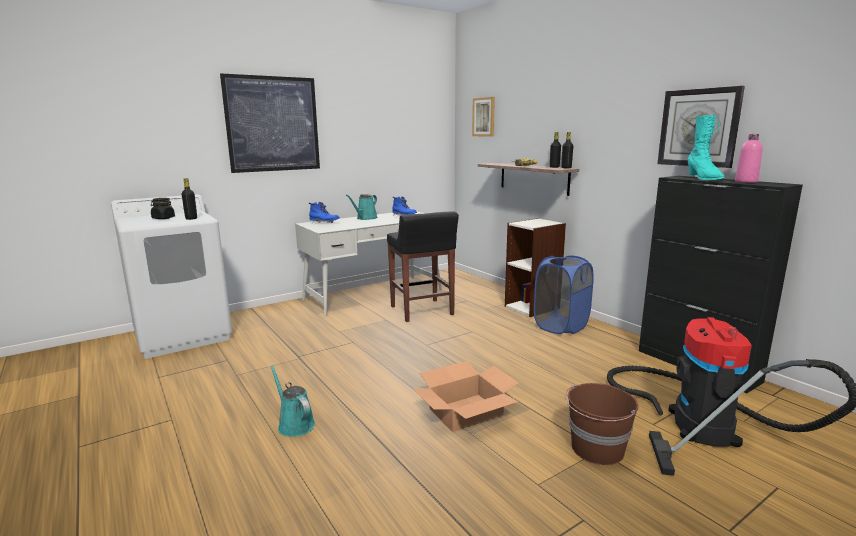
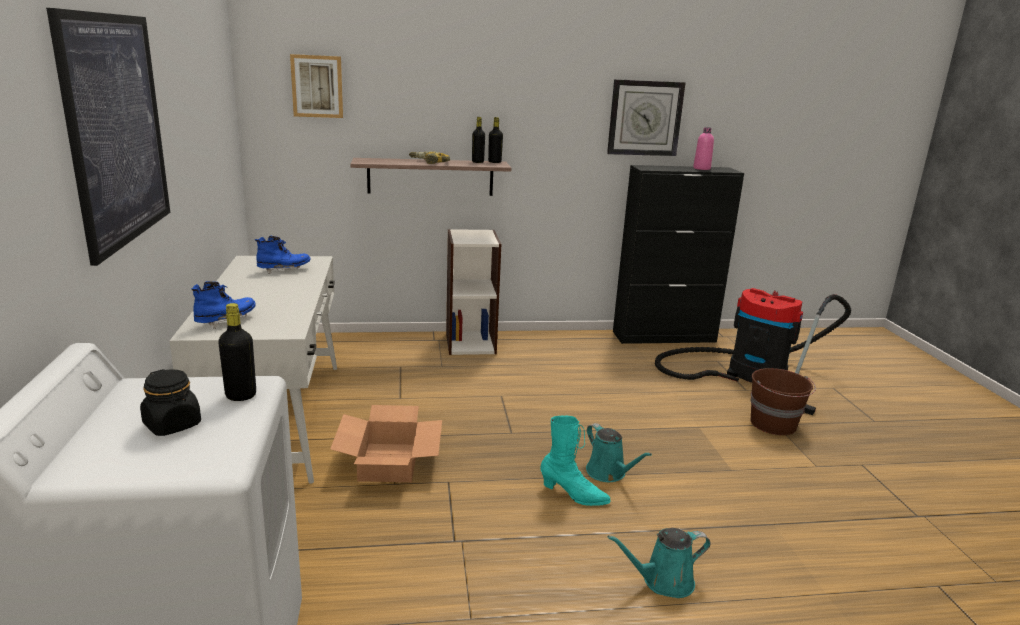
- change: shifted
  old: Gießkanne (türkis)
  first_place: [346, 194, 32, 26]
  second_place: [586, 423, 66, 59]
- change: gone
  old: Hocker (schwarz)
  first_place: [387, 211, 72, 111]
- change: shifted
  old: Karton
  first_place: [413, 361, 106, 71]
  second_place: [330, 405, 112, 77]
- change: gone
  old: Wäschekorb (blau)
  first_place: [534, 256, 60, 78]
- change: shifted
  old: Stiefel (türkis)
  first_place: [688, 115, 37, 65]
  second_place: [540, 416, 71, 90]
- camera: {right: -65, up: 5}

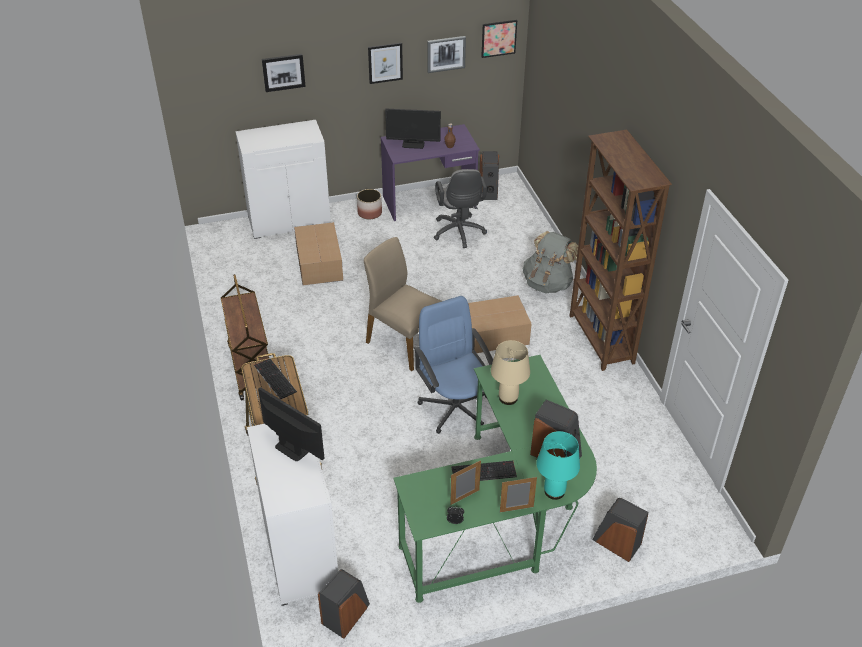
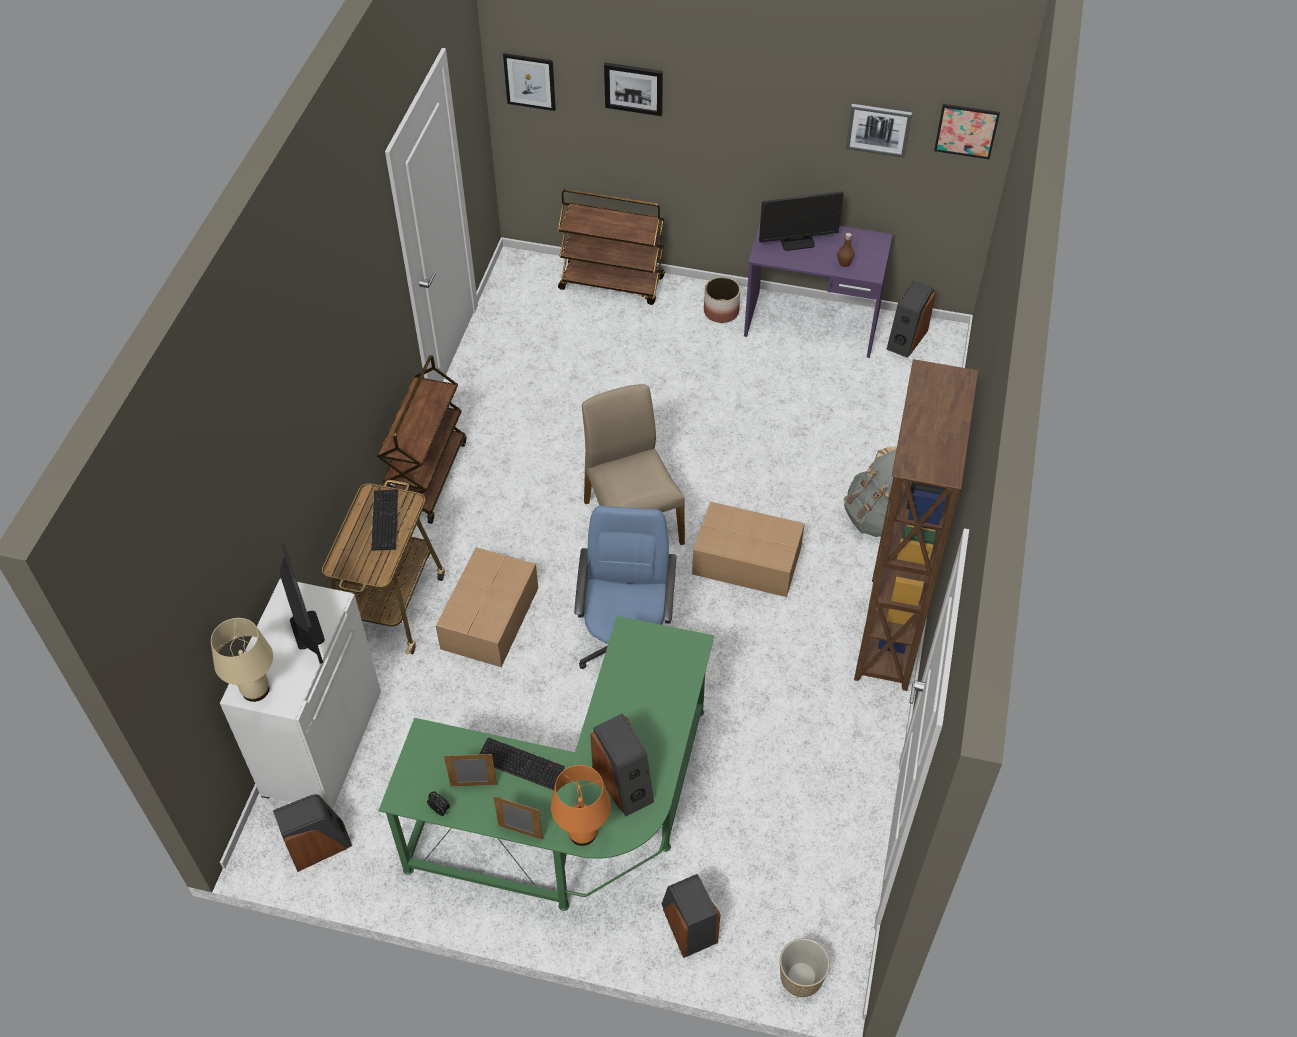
- change: swapped
  old: Schrank (weiß)
  new: Rollwagen (braun)
  first_place: [235, 120, 96, 119]
  second_place: [558, 189, 107, 116]
- change: shifted
  old: Karton
  first_place: [294, 222, 49, 63]
  second_place: [436, 547, 102, 120]
- change: shifted
  old: Bild
  first_place: [368, 43, 35, 41]
  second_place: [503, 53, 53, 58]
- change: rotated
  old: Monitor
  first_place: [385, 109, 56, 40]
  second_place: [759, 191, 85, 60]
  degrees: -45
- change: gone
  old: Bürostuhl (grau)
  first_place: [434, 169, 53, 79]
- change: shifted
  old: Tischlampe (beige)
  first_place: [491, 340, 39, 65]
  second_place: [211, 618, 62, 84]
- change: repainted
  old: Tischlampe (türkis)
  new: Tischlampe (orange)
  first_place: [536, 431, 44, 69]
  second_place: [551, 765, 60, 81]
- change: new
  new: Pflanzkübel
  second_place: [780, 938, 50, 59]
- camera: {right: 30, up: 10}

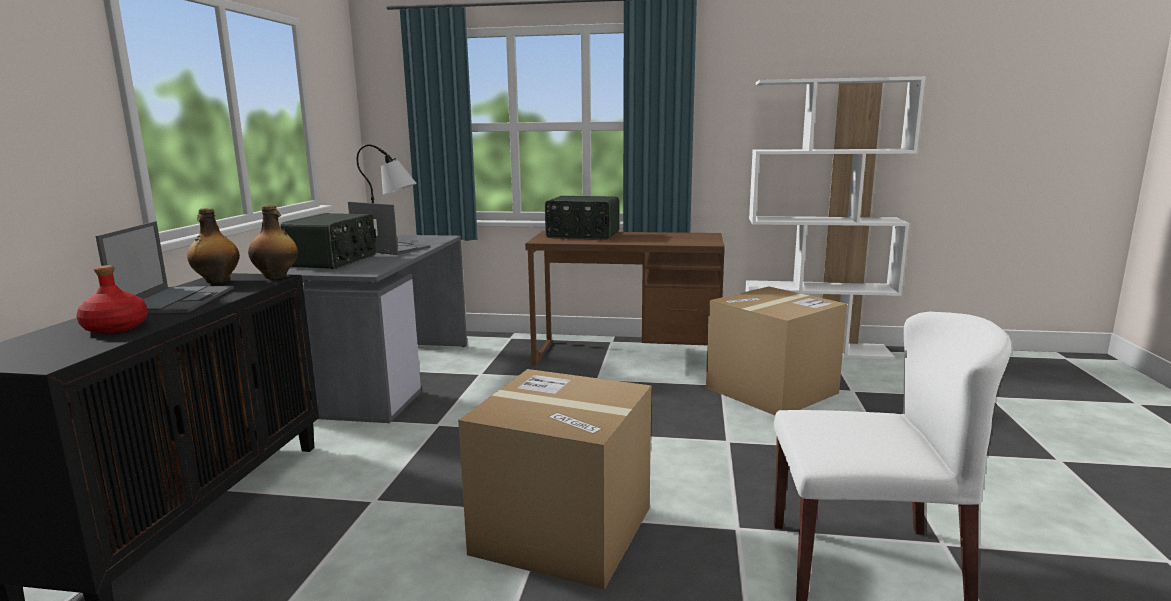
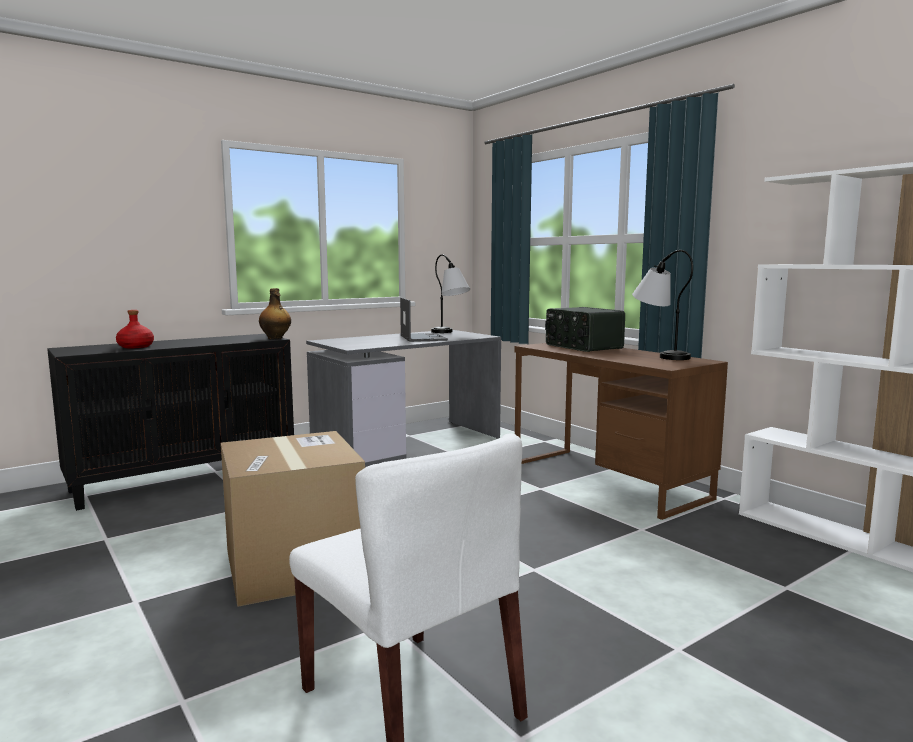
- change: gone
  old: Laptop
  first_place: [96, 221, 138, 93]
- change: gone
  old: Flasche
  first_place: [187, 208, 53, 75]
- change: gone
  old: Radio
  first_place: [280, 213, 96, 56]
- change: gone
  old: Karton
  first_place: [706, 286, 141, 129]
- change: new
  new: Tischlampe
  second_place: [632, 250, 61, 110]
- camera: {right: 45, up: -5}

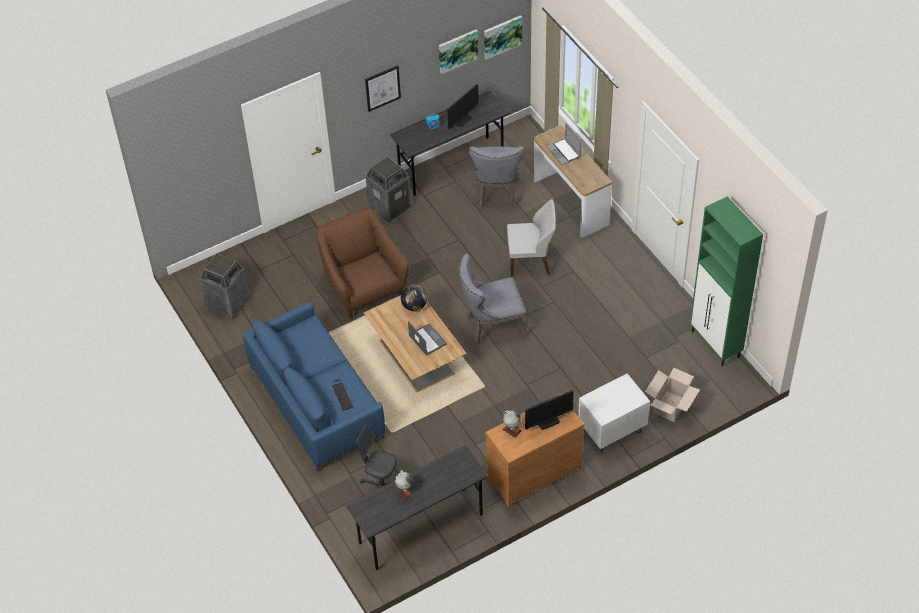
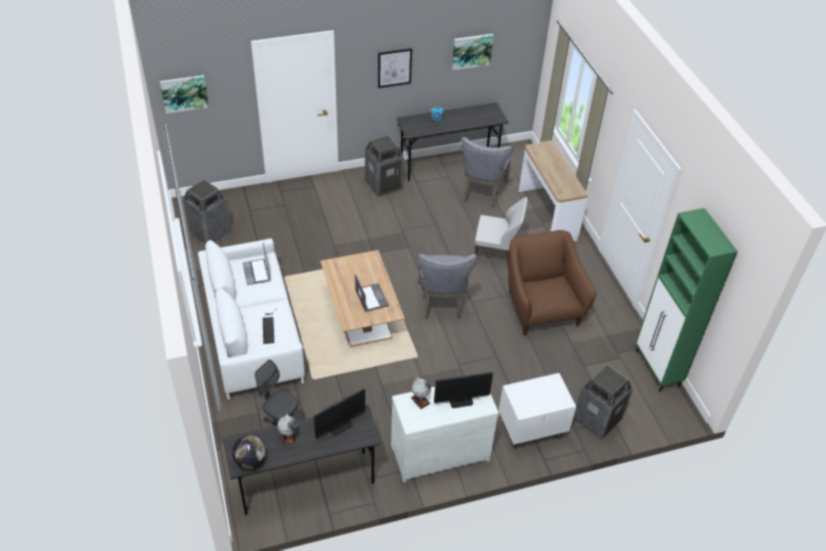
- change: repainted
  old: Sofa (blau)
  new: Sofa (weiß)
  first_place: [243, 302, 142, 169]
  second_place: [198, 239, 107, 160]
- change: shifted
  old: Sessel (braun)
  first_place: [316, 208, 93, 111]
  second_place: [508, 230, 88, 105]
- change: shifted
  old: Globus
  first_place: [401, 285, 26, 26]
  second_place: [232, 435, 34, 34]
- change: shifted
  old: Monitor
  first_place: [447, 84, 32, 45]
  second_place: [314, 388, 51, 50]
- change: rotated
  old: Stuhl (grau)
  first_place: [459, 253, 68, 91]
  second_place: [417, 254, 61, 65]
  degrees: -90
- change: shifted
  old: Bild
  first_place: [484, 15, 38, 45]
  second_place: [160, 75, 49, 39]
- change: repainted
  old: Kommode (braun)
  new: Kommode (weiß)
  first_place: [485, 394, 99, 113]
  second_place: [391, 387, 108, 95]
- change: shifted
  old: Laptop
  first_place: [547, 123, 35, 42]
  second_place: [242, 242, 29, 43]
- change: swapped
  old: Karton
  new: Mülleimer
  first_place: [645, 367, 55, 55]
  second_place: [573, 364, 60, 75]
- camera: {right: 10, up: -5}

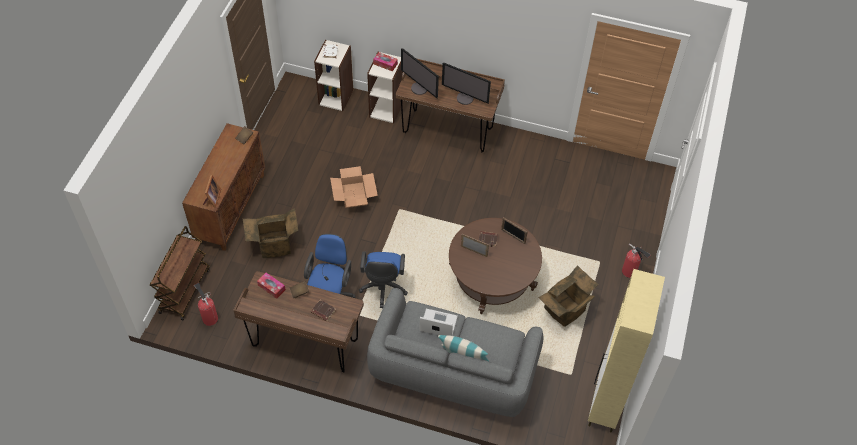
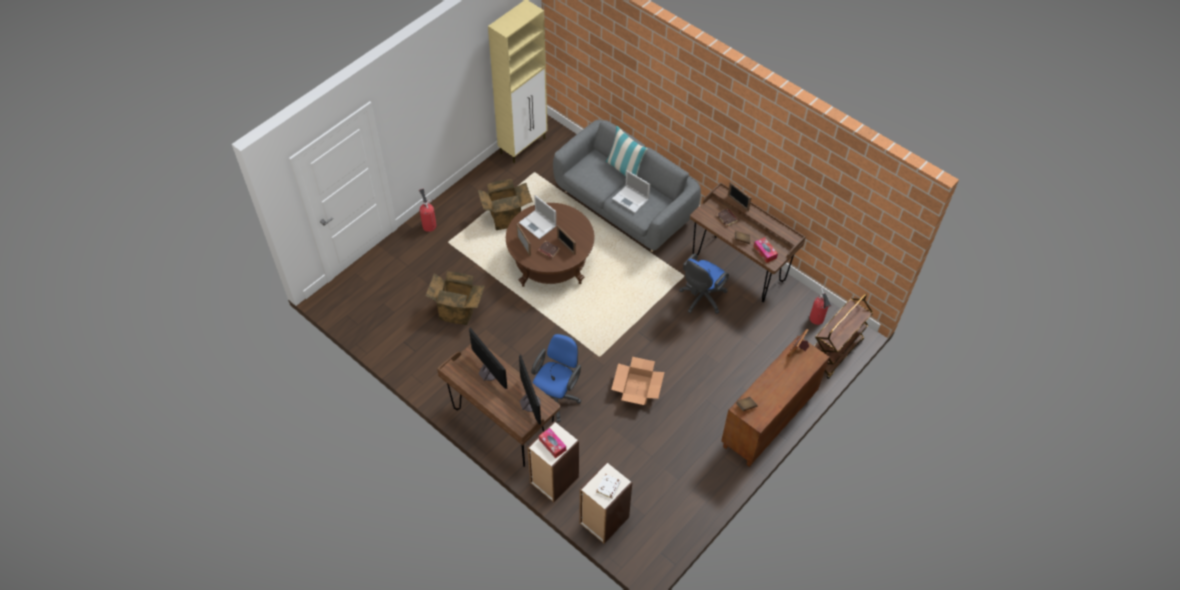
- change: shifted
  old: Karton
  first_place: [243, 208, 55, 50]
  second_place: [425, 271, 60, 54]
- change: shifted
  old: Bürostuhl (blau)
  first_place: [359, 251, 49, 57]
  second_place: [531, 334, 50, 88]
- change: new
  new: Laptop
  second_place: [519, 195, 37, 44]
- change: new
  new: Bilderrahmen
  second_place: [728, 182, 23, 29]
- camera: {right: -155, up: 0}

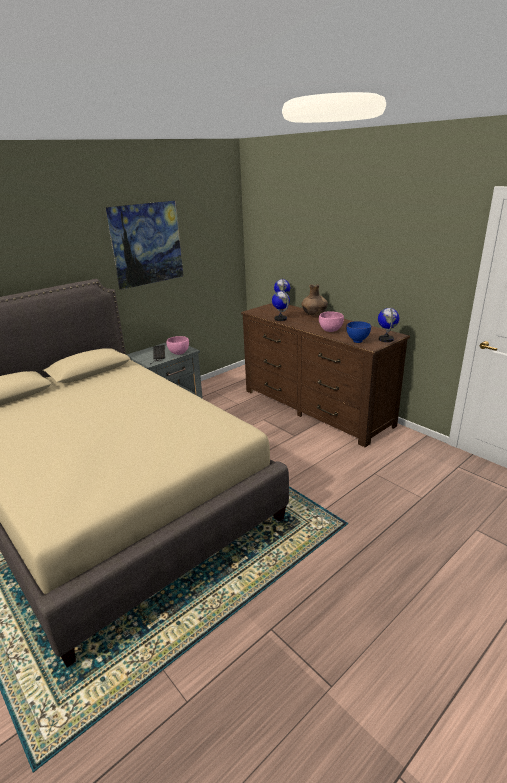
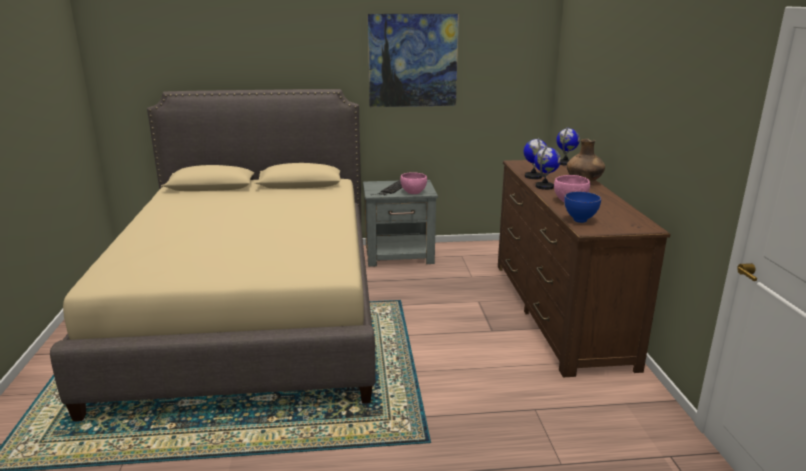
- change: shifted
  old: Globus
  first_place: [378, 307, 21, 35]
  second_place: [534, 146, 27, 44]
- camera: {right: 35, up: -5}

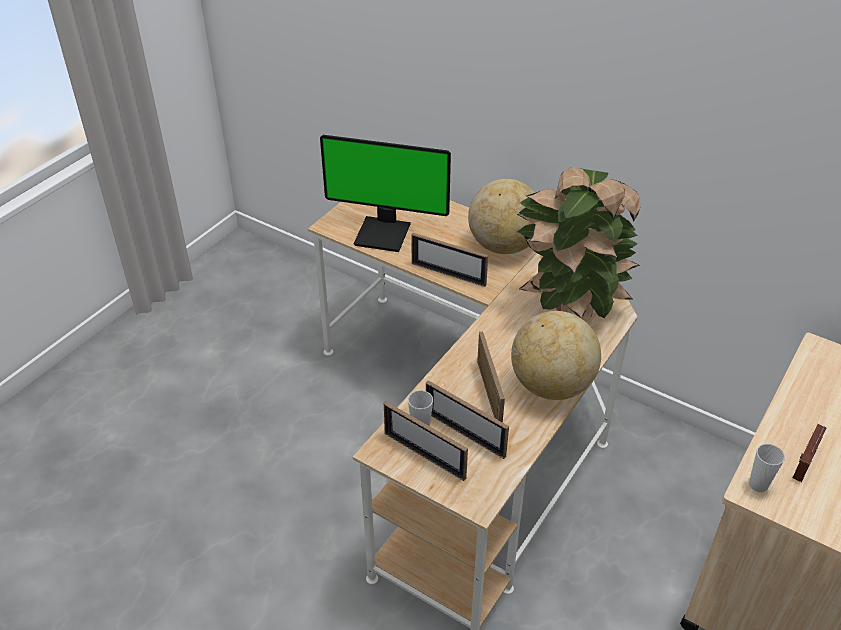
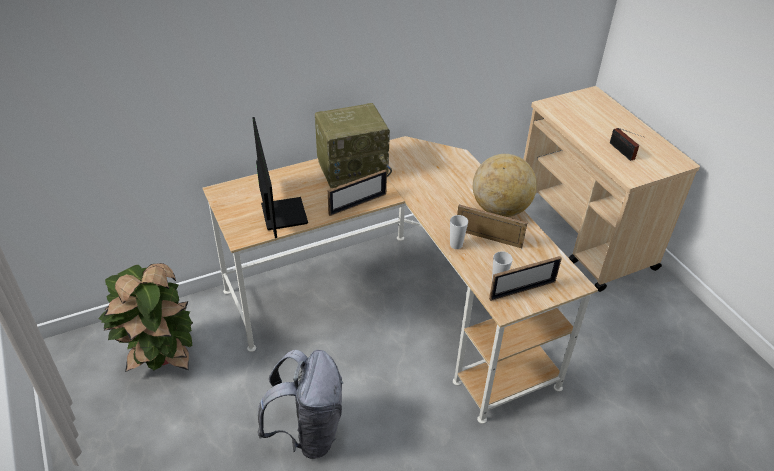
- change: rotated
  old: Monitor
  first_place: [320, 135, 131, 117]
  second_place: [252, 117, 56, 121]
  degrees: -60
- change: gone
  old: Bilderrahmen
  first_place: [426, 380, 83, 79]
- change: swapped
  old: Globus
  new: Radio
  first_place: [468, 179, 67, 75]
  second_place: [315, 103, 77, 85]
- change: shifted
  old: Topfpflanze
  first_place: [517, 167, 124, 156]
  second_place: [98, 263, 95, 109]
- change: shifted
  old: Tasse
  first_place: [749, 444, 36, 48]
  second_place: [450, 215, 18, 34]
- change: new
  new: Rucksack (grau)
  second_place: [257, 350, 86, 109]
- camera: {right: -60, up: 0}

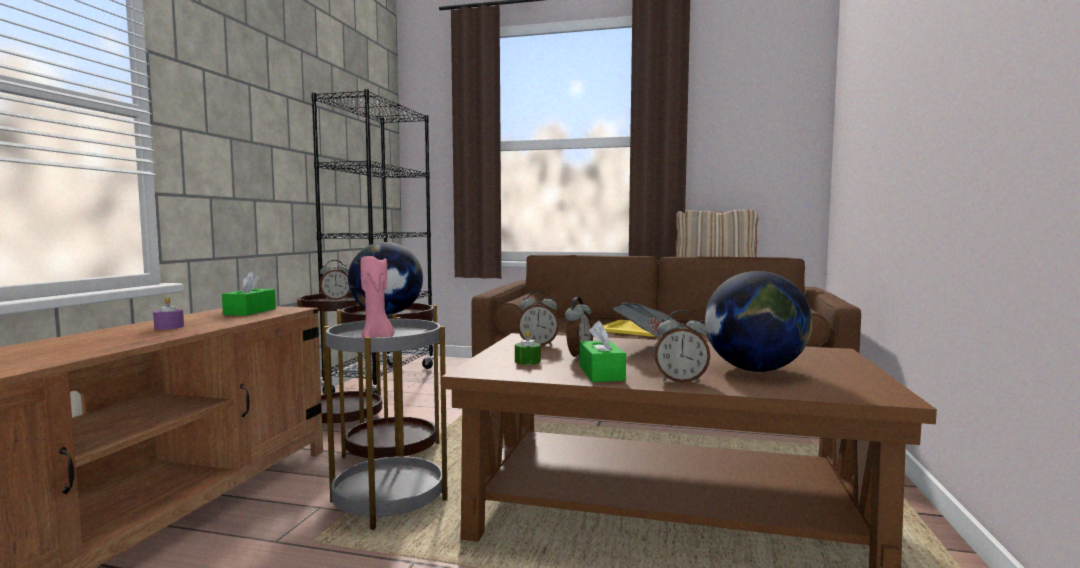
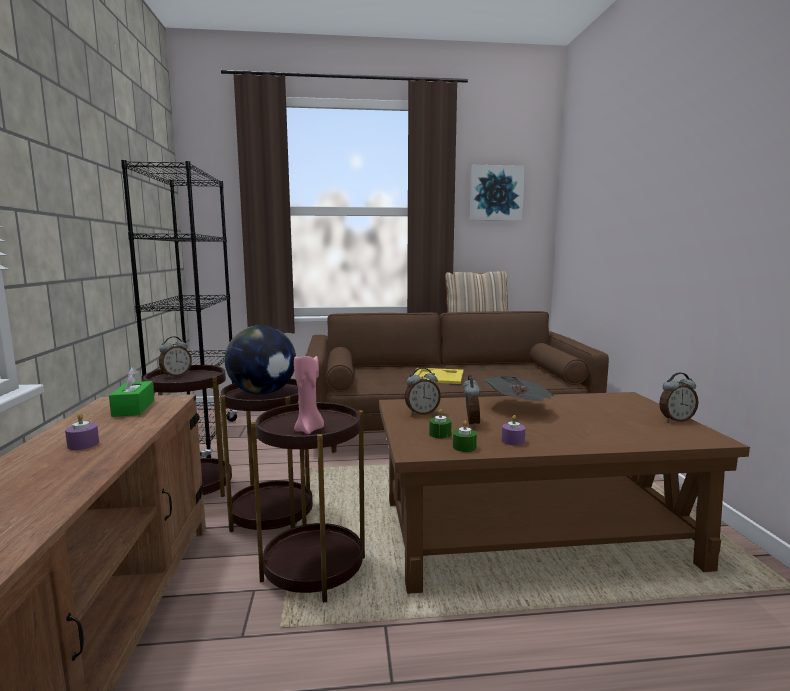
- change: repainted
  old: Beistelltisch (grau)
  new: Beistelltisch (braun)
  first_place: [324, 317, 124, 213]
  second_place: [251, 401, 114, 202]
- change: swapped
  old: Taschentuchbox (grün)
  new: Kerze (lila)
  first_place: [579, 321, 47, 61]
  second_place: [502, 415, 23, 31]
- change: shifted
  old: Wecker
  first_place: [654, 310, 57, 73]
  second_place: [659, 372, 40, 50]
- change: gone
  old: Globus
  first_place: [705, 271, 107, 101]
- change: new
  new: Kerze (grün)
  second_place: [453, 421, 24, 31]
- change: new
  new: Bild
  second_place: [470, 165, 55, 56]
- camera: {right: -20, up: 5}

